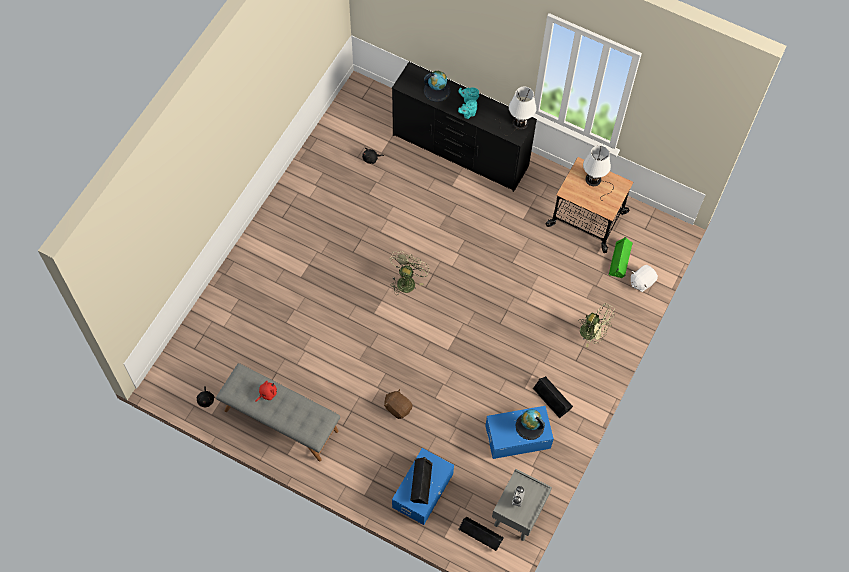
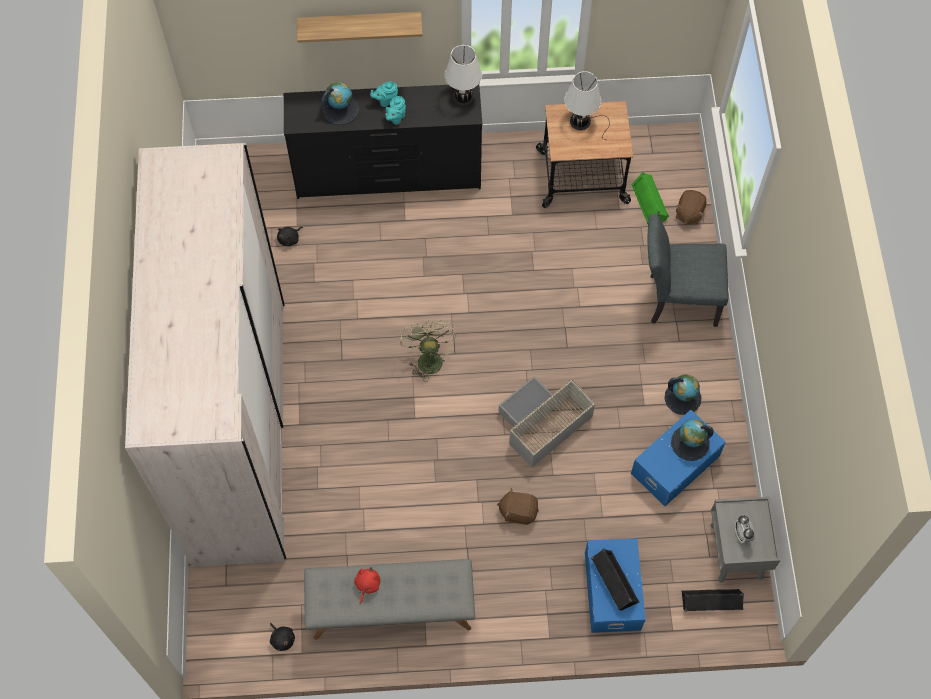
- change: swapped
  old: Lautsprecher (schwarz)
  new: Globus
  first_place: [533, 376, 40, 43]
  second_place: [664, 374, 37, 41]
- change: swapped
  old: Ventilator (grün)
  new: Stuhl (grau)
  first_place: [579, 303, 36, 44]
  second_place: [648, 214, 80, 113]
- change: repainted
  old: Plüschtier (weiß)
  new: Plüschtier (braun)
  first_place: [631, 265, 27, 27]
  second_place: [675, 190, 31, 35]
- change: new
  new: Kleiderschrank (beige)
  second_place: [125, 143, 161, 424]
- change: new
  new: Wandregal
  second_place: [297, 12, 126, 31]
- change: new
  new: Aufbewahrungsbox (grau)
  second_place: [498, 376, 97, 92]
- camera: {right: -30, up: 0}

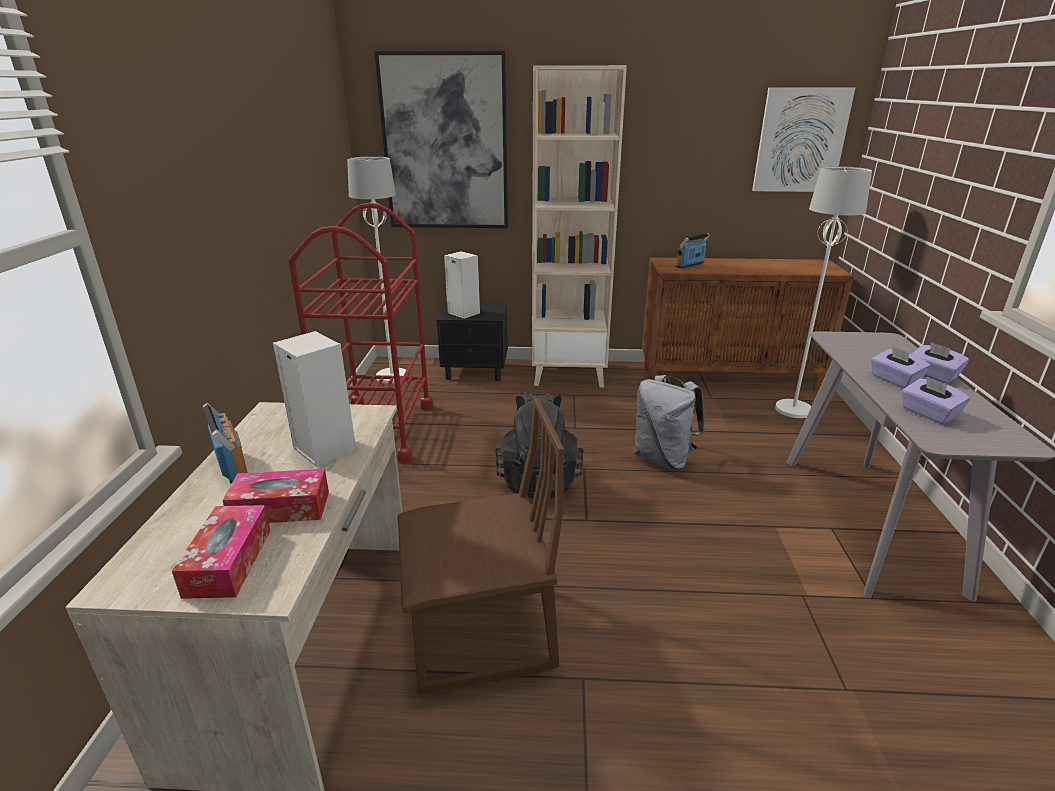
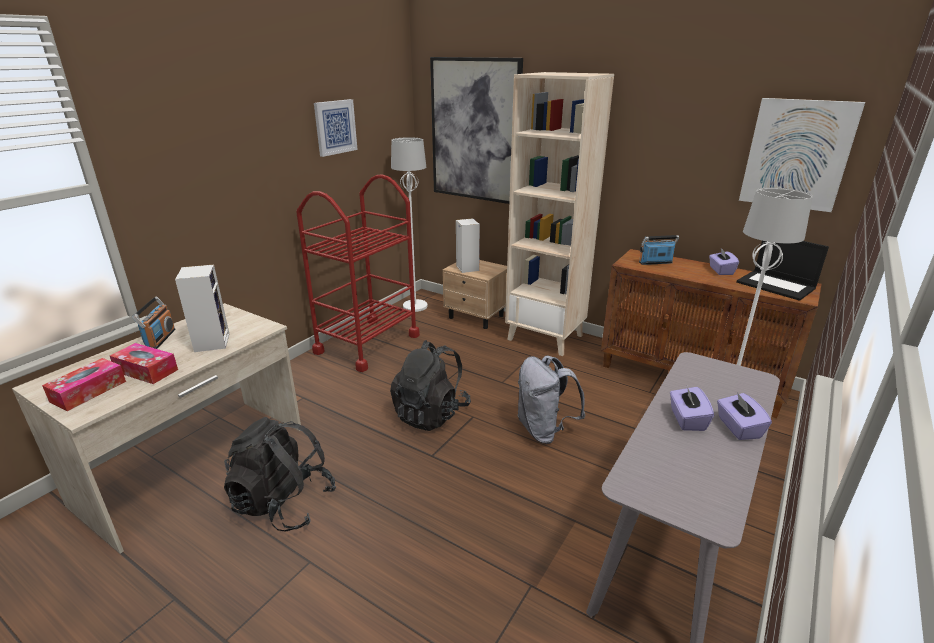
- change: swapped
  old: Stuhl (braun)
  new: Rucksack (schwarz)
  first_place: [398, 398, 166, 297]
  second_place: [224, 417, 112, 115]
- change: repainted
  old: Nachttisch (schwarz)
  new: Nachttisch (beige)
  first_place: [437, 302, 71, 79]
  second_place: [443, 260, 64, 69]
- change: shifted
  old: Taschentuchbox (lila)
  first_place: [902, 376, 68, 48]
  second_place: [709, 248, 30, 27]
- change: new
  new: Bild
  second_place: [314, 99, 44, 58]
- change: new
  new: Laptop
  second_place: [736, 241, 93, 60]
- camera: {right: 30, up: 0}

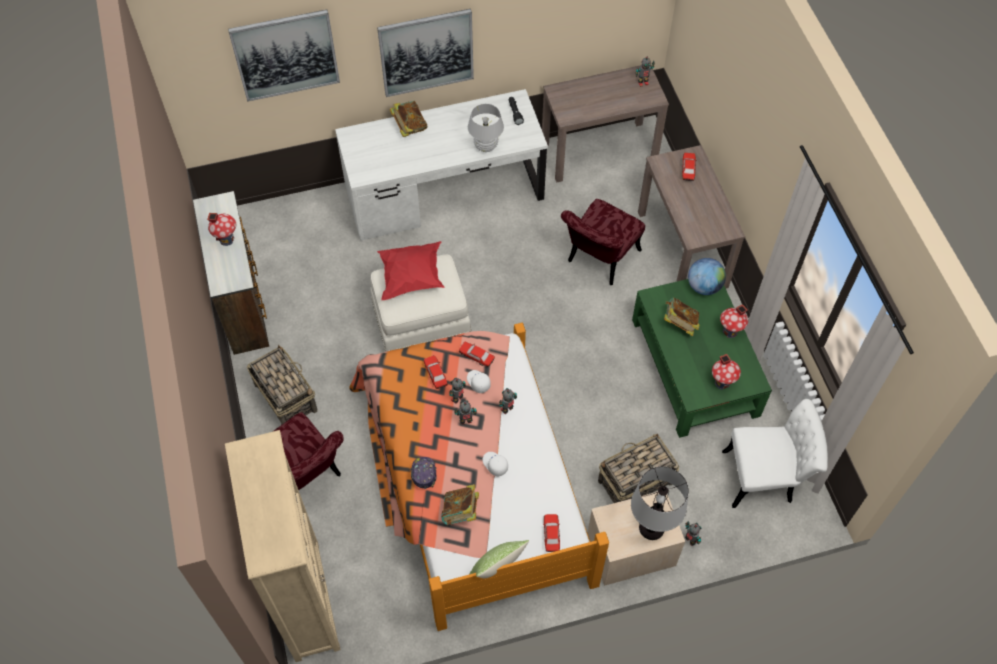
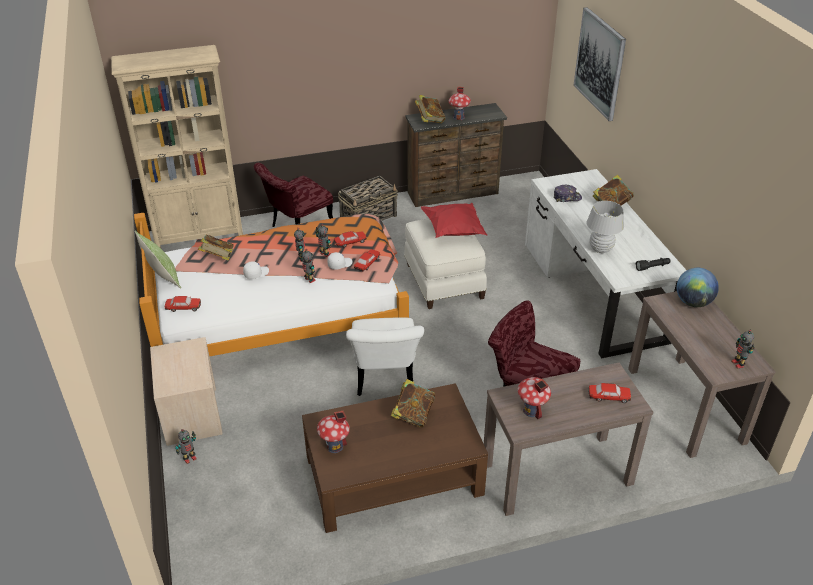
- change: gone
  old: Bild
  first_place: [377, 9, 97, 88]
- change: shifted
  old: Kappe
  first_place: [410, 457, 27, 32]
  second_place: [554, 185, 28, 17]
- change: gone
  old: Korb
  first_place: [598, 434, 81, 69]
- change: gone
  old: Tischlampe
  first_place: [631, 466, 58, 74]
- change: repainted
  old: Couchtisch (grün)
  new: Couchtisch (braun)
  first_place: [632, 279, 140, 159]
  second_place: [302, 383, 186, 150]
- change: shifted
  old: Globus
  first_place: [688, 258, 38, 37]
  second_place: [677, 268, 42, 39]
- change: shifted
  old: Spielzeughaus
  first_place: [720, 304, 28, 34]
  second_place: [518, 377, 33, 42]
- change: shifted
  old: Stuhl (weiß)
  first_place: [722, 399, 106, 109]
  second_place: [346, 317, 78, 79]
- change: new
  new: Buch
  second_place: [415, 95, 30, 28]
- camera: {right: 90, up: -20}

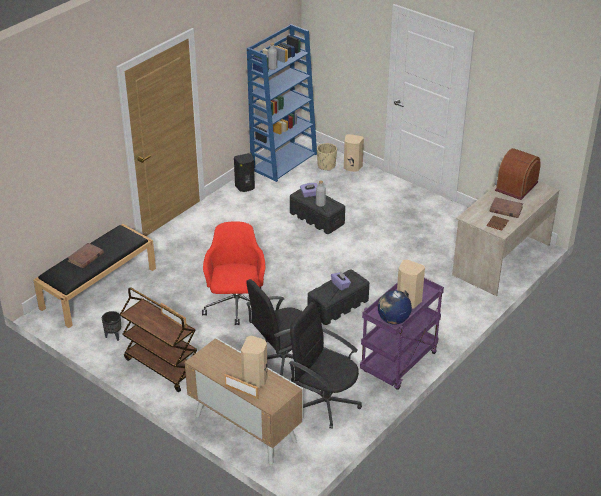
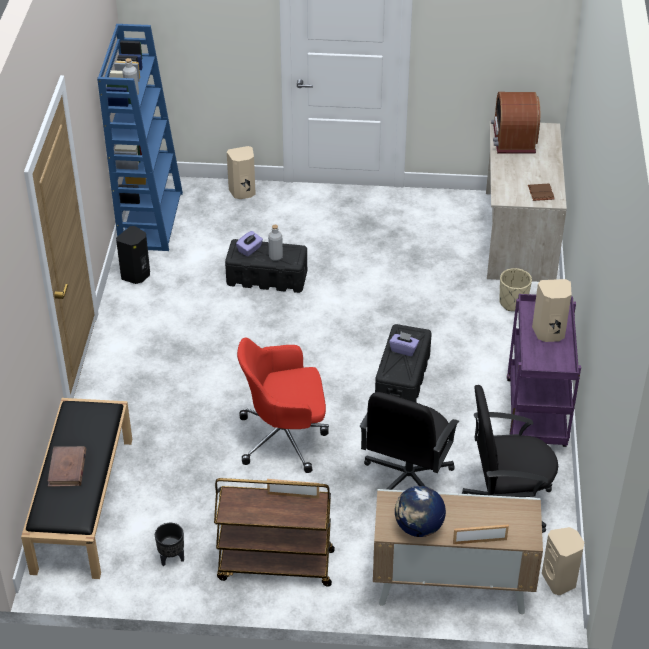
- change: rotated
  old: Bürostuhl (rot)
  first_place: [202, 221, 63, 104]
  second_place: [237, 337, 92, 136]
  degrees: -60
- change: shifted
  old: Lautsprecher (beige)
  first_place: [241, 335, 27, 53]
  second_place: [542, 527, 42, 69]
- change: shifted
  old: Pflanzkübel (beige)
  first_place: [317, 143, 20, 27]
  second_place: [499, 268, 33, 43]
- change: shifted
  old: Globus
  first_place: [378, 290, 34, 35]
  second_place: [395, 486, 51, 51]
- change: gone
  old: Buch (braun)
  first_place: [490, 197, 33, 21]
- camera: {right: -35, up: 5}

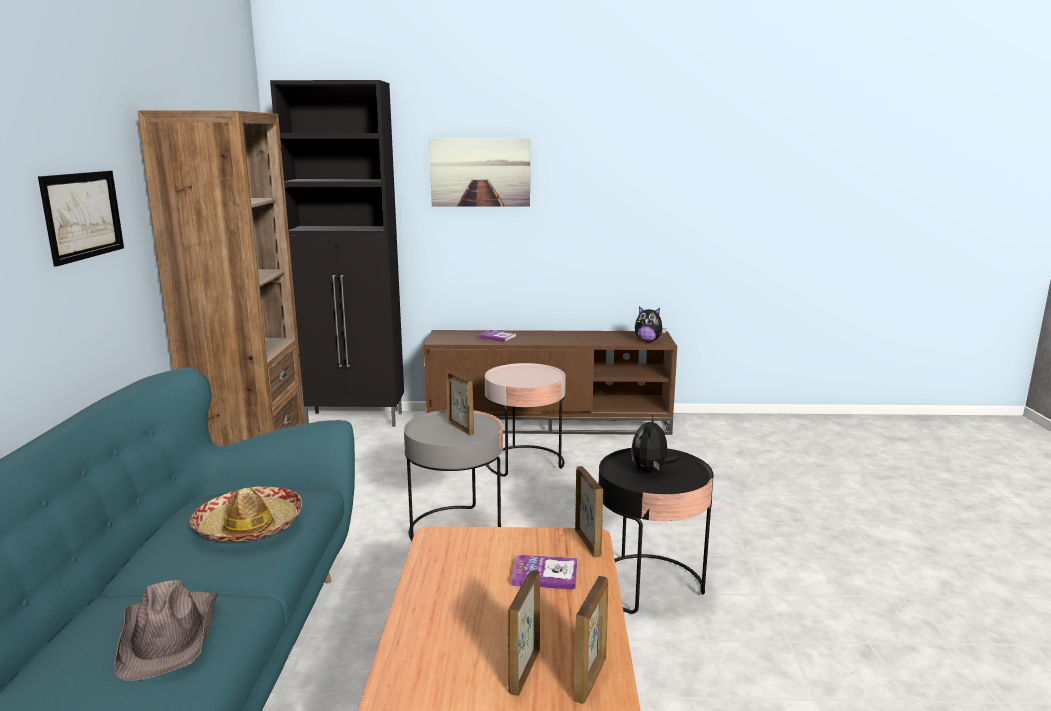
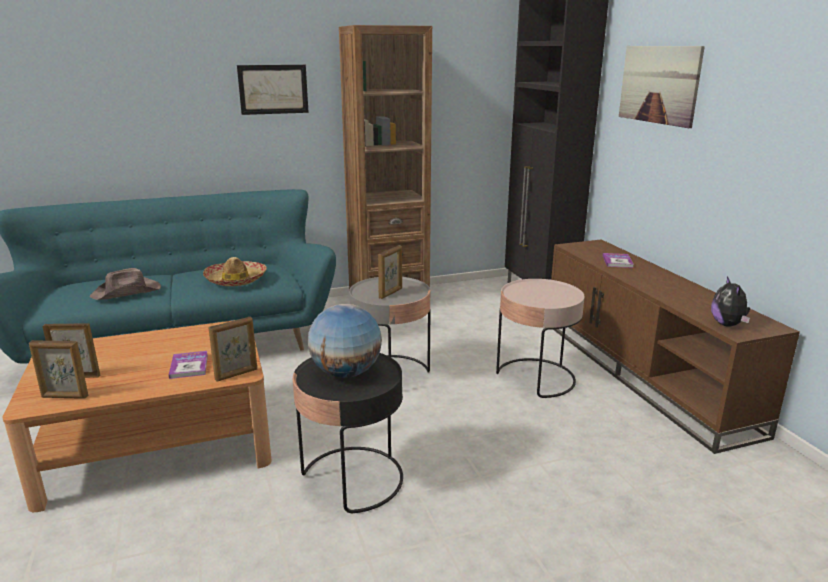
- change: swapped
  old: Plüschtier
  new: Globus
  first_place: [631, 415, 49, 58]
  second_place: [308, 304, 74, 74]
- camera: {right: 70, up: 5}

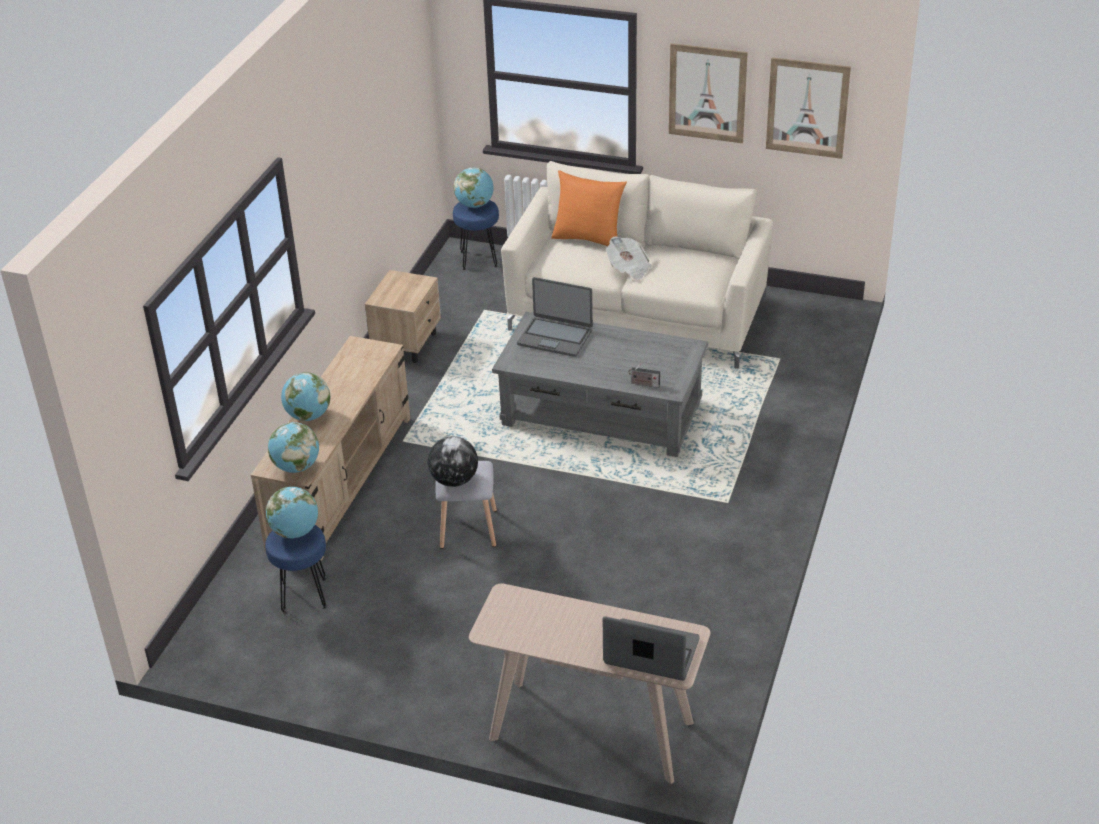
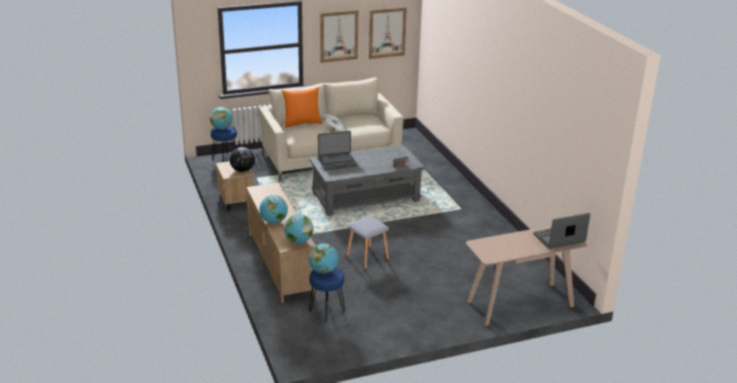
- change: shifted
  old: Globus
  first_place: [428, 436, 50, 51]
  second_place: [230, 147, 25, 25]
- camera: {right: -40, up: -10}

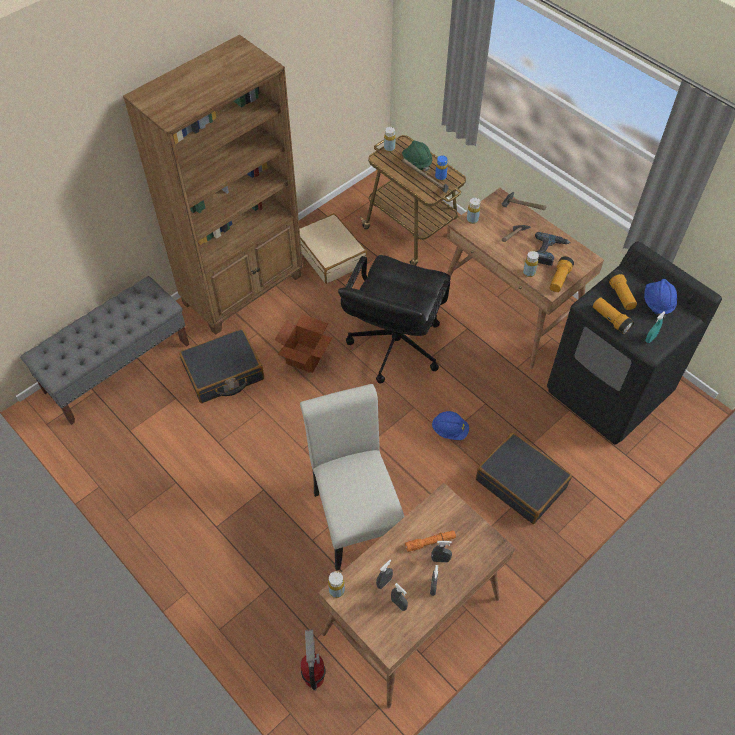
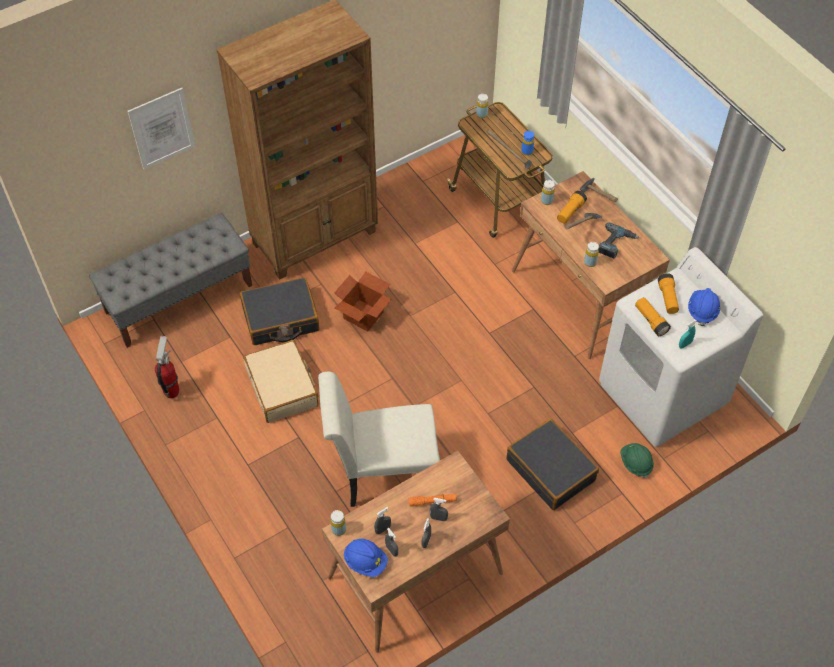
- change: shifted
  old: Koffer (beige)
  first_place: [299, 213, 68, 71]
  second_place: [243, 340, 75, 83]
- change: rotated
  old: Stuhl (weiß)
  first_place: [300, 384, 105, 187]
  second_place: [318, 372, 122, 135]
  degrees: -90
- change: shifted
  old: Feuerlöscher
  first_place: [300, 629, 26, 62]
  second_place: [155, 336, 24, 62]
- change: gone
  old: Bürostuhl (schwarz)
  first_place: [338, 255, 113, 128]
- change: shifted
  old: Schutzhelm (grün)
  first_place: [402, 141, 30, 30]
  second_place: [620, 443, 34, 35]
- change: shifted
  old: Schutzhelm (blau)
  first_place: [432, 411, 37, 29]
  second_place: [344, 539, 44, 38]
- change: repainted
  old: Waschmaschine (schwarz)
  new: Waschmaschine (weiß)
  first_place: [547, 241, 175, 203]
  second_place: [599, 247, 164, 200]
- change: shifted
  old: Taschenlampe
  first_place: [550, 256, 24, 36]
  second_place: [557, 190, 30, 34]
- change: new
  new: Bild
  second_place: [128, 88, 67, 82]
- camera: {right: 10, up: 0}

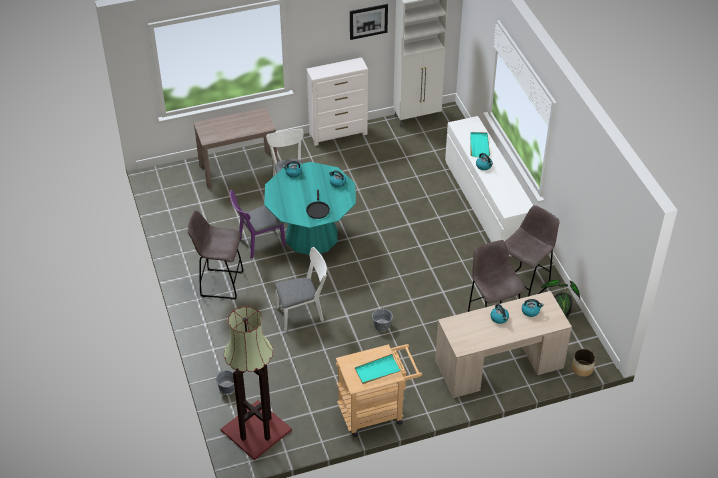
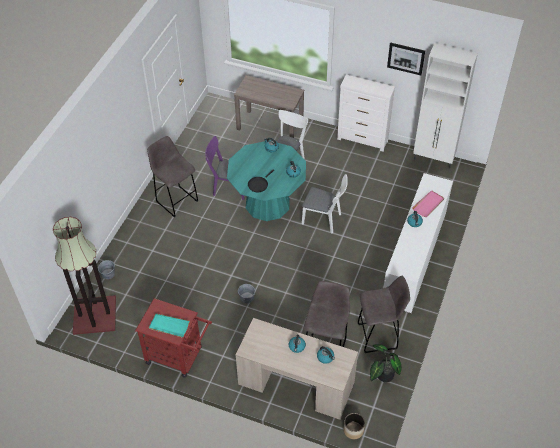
- change: shifted
  old: Stuhl (weiß)
  first_place: [275, 247, 52, 83]
  second_place: [302, 174, 46, 59]
- change: repainted
  old: Rollwagen (beige)
  new: Rollwagen (rot)
  first_place: [336, 344, 86, 93]
  second_place: [135, 298, 77, 80]
- change: repainted
  old: Tablett (türkis)
  new: Tablett (rosa)
  first_place: [470, 132, 20, 25]
  second_place: [412, 190, 32, 27]
- camera: {right: 40, up: 5}

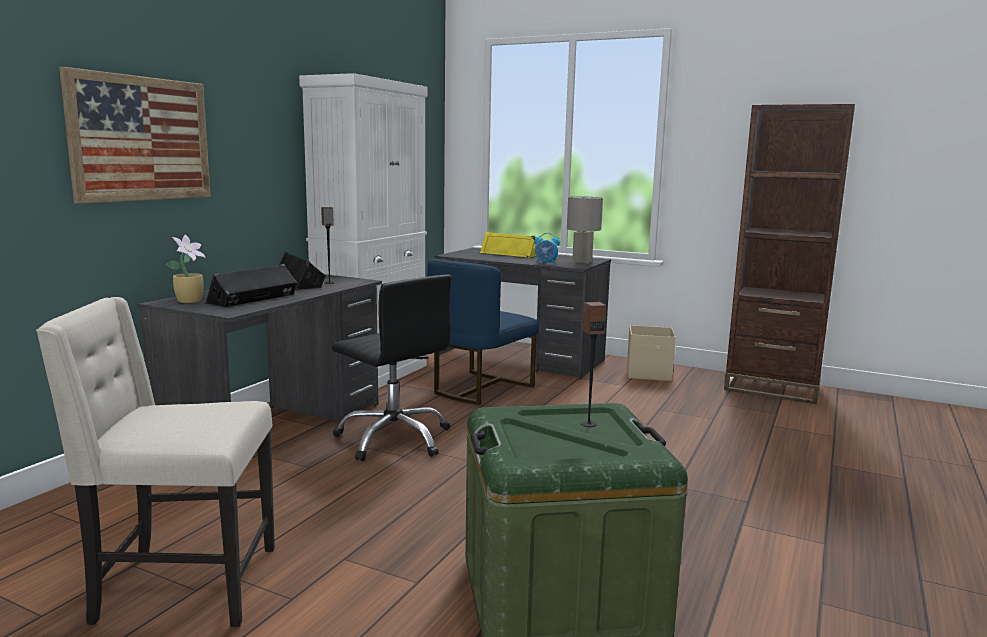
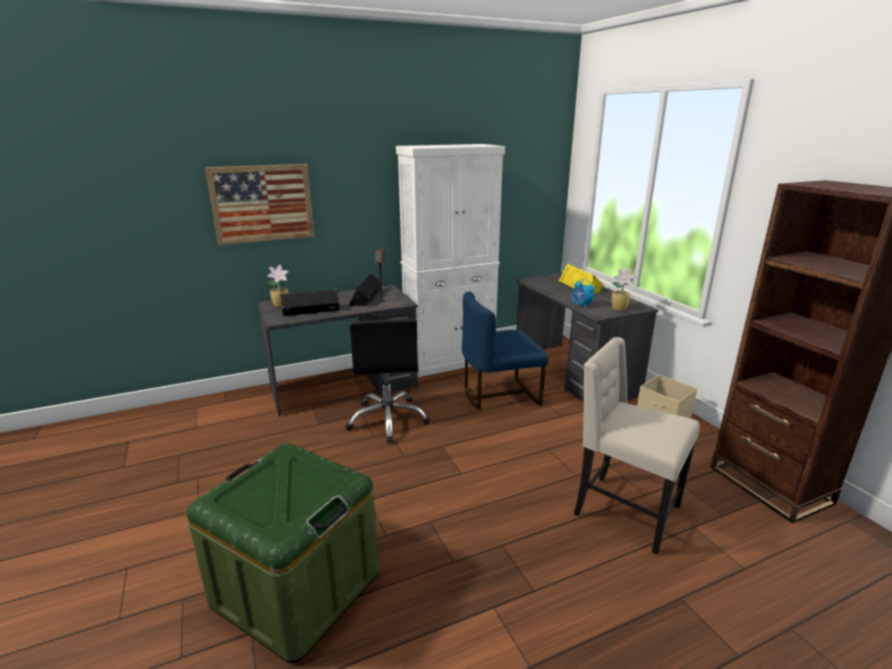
- change: shifted
  old: Stuhl (beige)
  first_place: [36, 297, 239, 330]
  second_place: [574, 337, 126, 218]
- change: swapped
  old: Tischlampe (grau)
  new: Topfpflanze
  first_place: [567, 196, 36, 67]
  second_place: [612, 268, 24, 43]
- change: gone
  old: Lautsprecher
  first_place: [581, 302, 25, 125]
- camera: {right: 40, up: 10}

